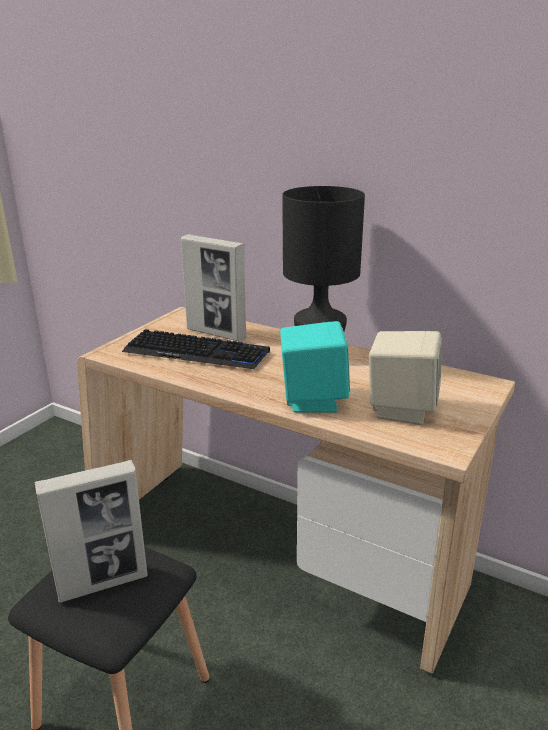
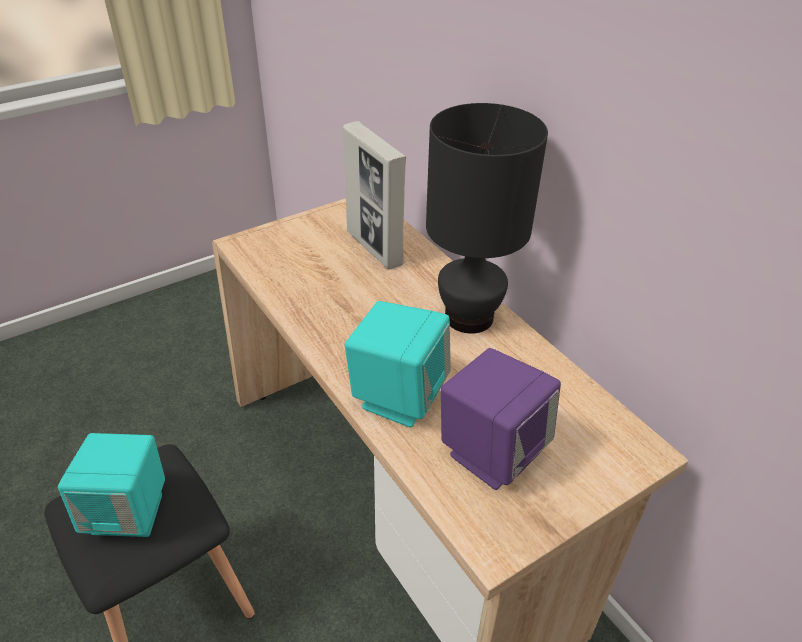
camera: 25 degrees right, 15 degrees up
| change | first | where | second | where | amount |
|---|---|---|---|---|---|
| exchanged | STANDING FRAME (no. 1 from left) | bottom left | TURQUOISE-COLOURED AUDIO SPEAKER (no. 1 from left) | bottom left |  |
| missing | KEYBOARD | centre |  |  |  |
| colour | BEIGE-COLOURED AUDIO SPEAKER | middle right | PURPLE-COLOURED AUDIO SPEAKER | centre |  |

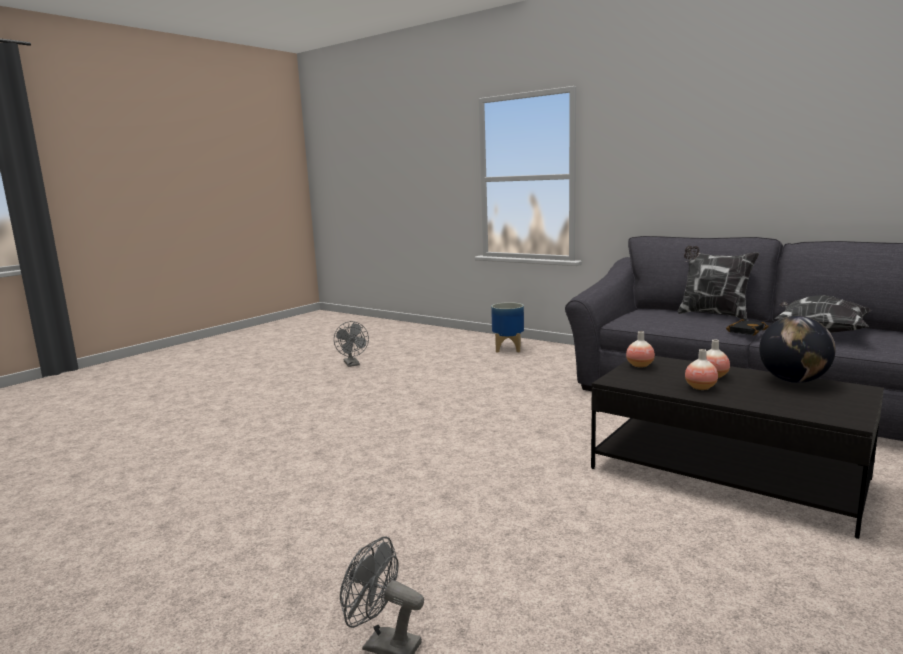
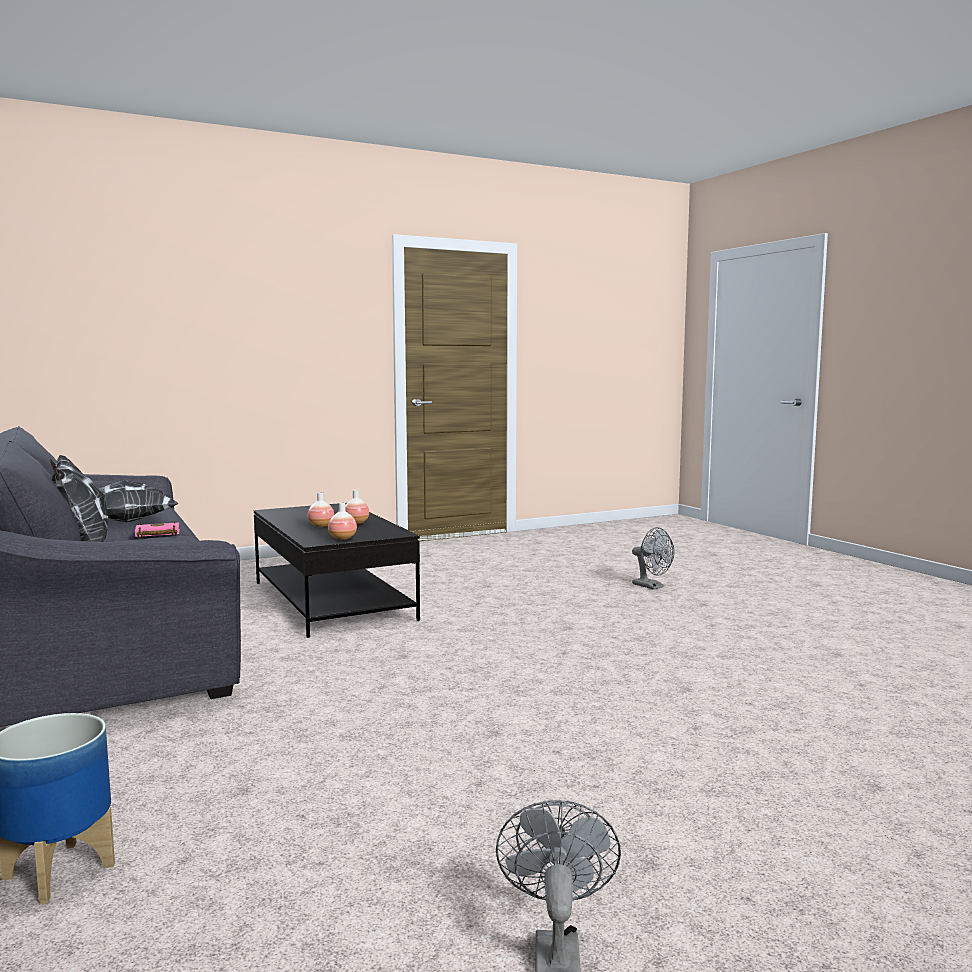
camera: 155 degrees left, 5 degrees down
| change | first | where | second | where | amount |
|---|---|---|---|---|---|
| colour | BLACK-COLOURED BOUND BOOK | middle right | PINK BOUND BOOK | middle left |  |
| missing | WORLD GLOBE | middle right |  |  |  |

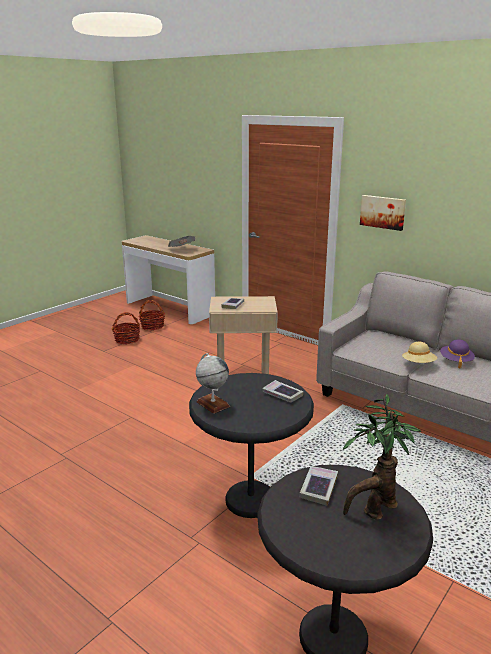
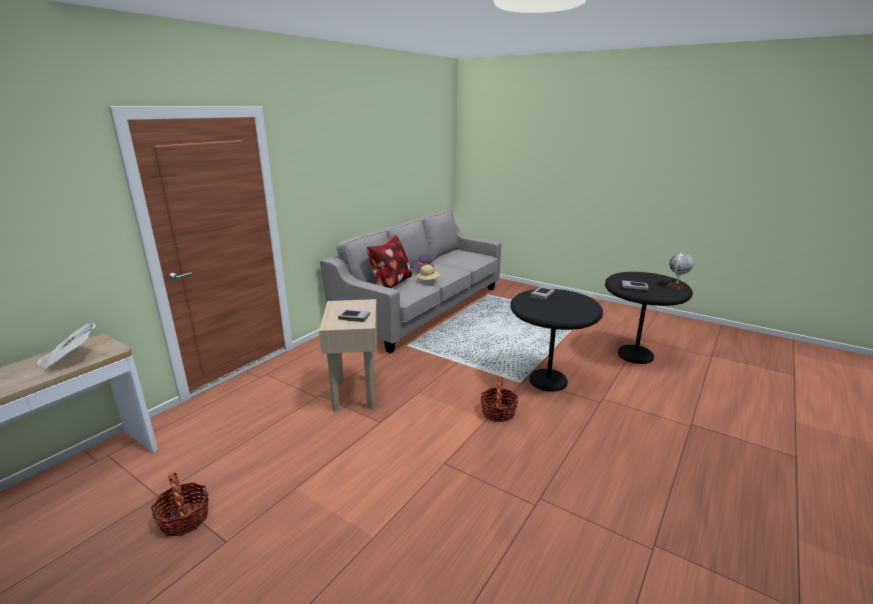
camera: 95 degrees left, 0 degrees up
| change | first | where | second | where | amount |
|---|---|---|---|---|---|
| relocated | STORAGE BASKET (no. 2 from left) | middle left |  | centre |  |
| relocated | WORLD GLOBE | centre |  | middle right |  |
| missing | HOUSEPLANT | bottom right |  |  |  |
| missing | WALL PICTURE | top right |  |  |  |
| appeared |  |  | PILLOW | centre |  |

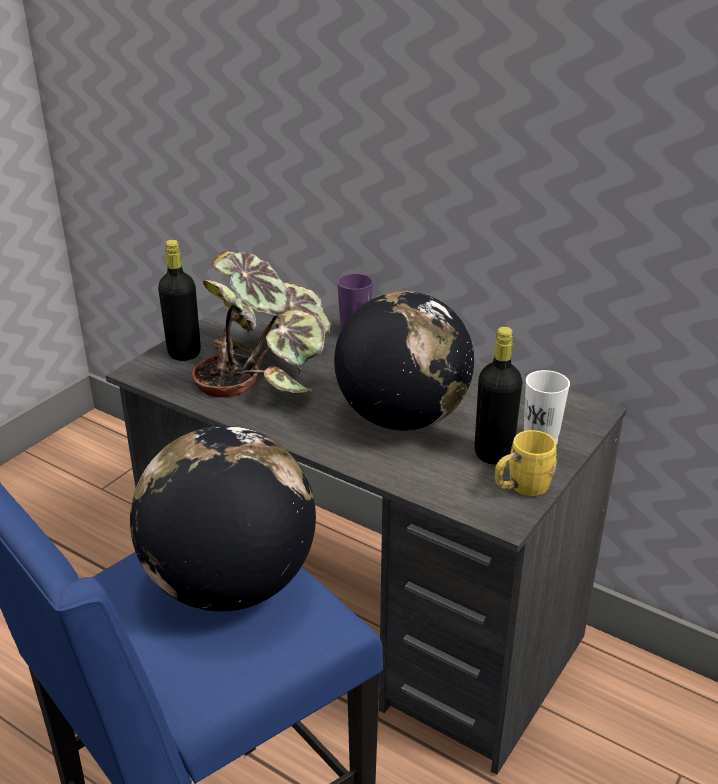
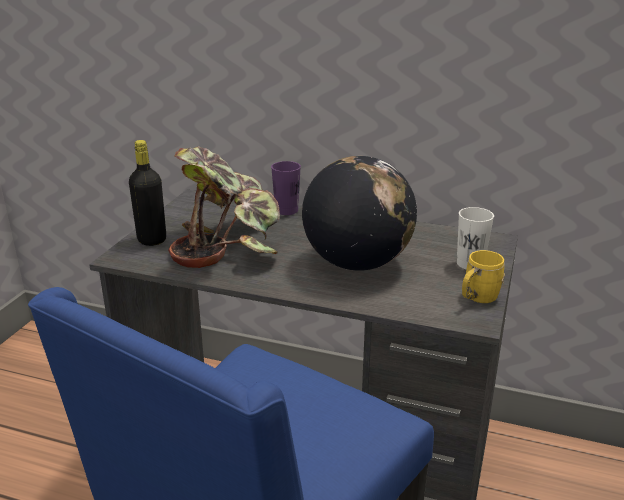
camera: 15 degrees left, 5 degrees down
| change | first | where | second | where | amount |
|---|---|---|---|---|---|
| missing | WORLD GLOBE (no. 1 from left) | middle left |  |  |  |
| missing | BLACK-COLOURED DRINK BOTTLE (no. 2 from left) | middle right |  |  |  |

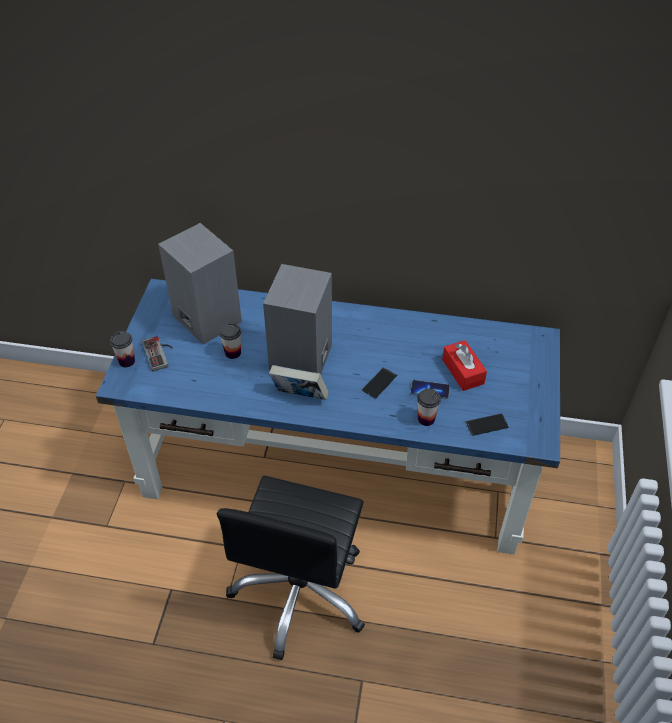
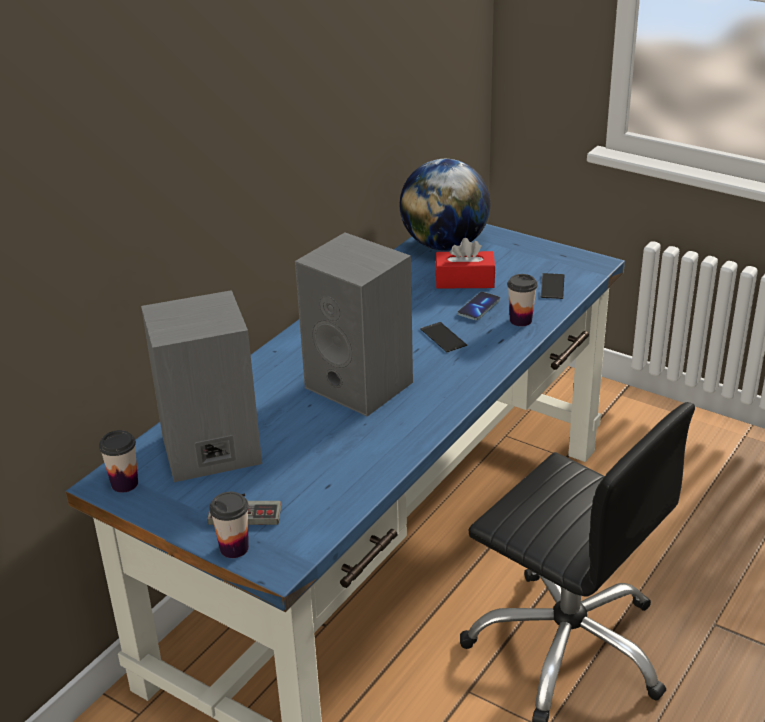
camera: 65 degrees left, 15 degrees down
| change | first | where | second | where | amount |
|---|---|---|---|---|---|
| relocated | DRINKING CUP (no. 2 from left in the first image) | centre | DRINKING CUP (no. 1 from left) | middle left |  |
| missing | BOUND BOOK | centre |  |  |  |
| appeared |  |  | WORLD GLOBE | top centre |  |

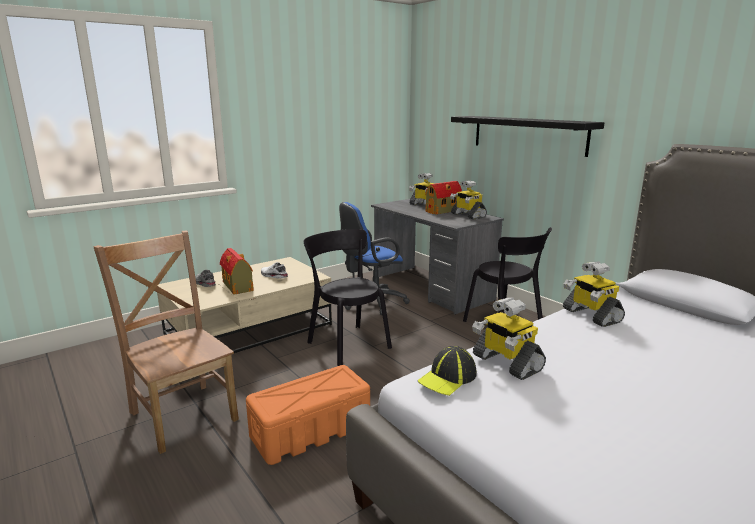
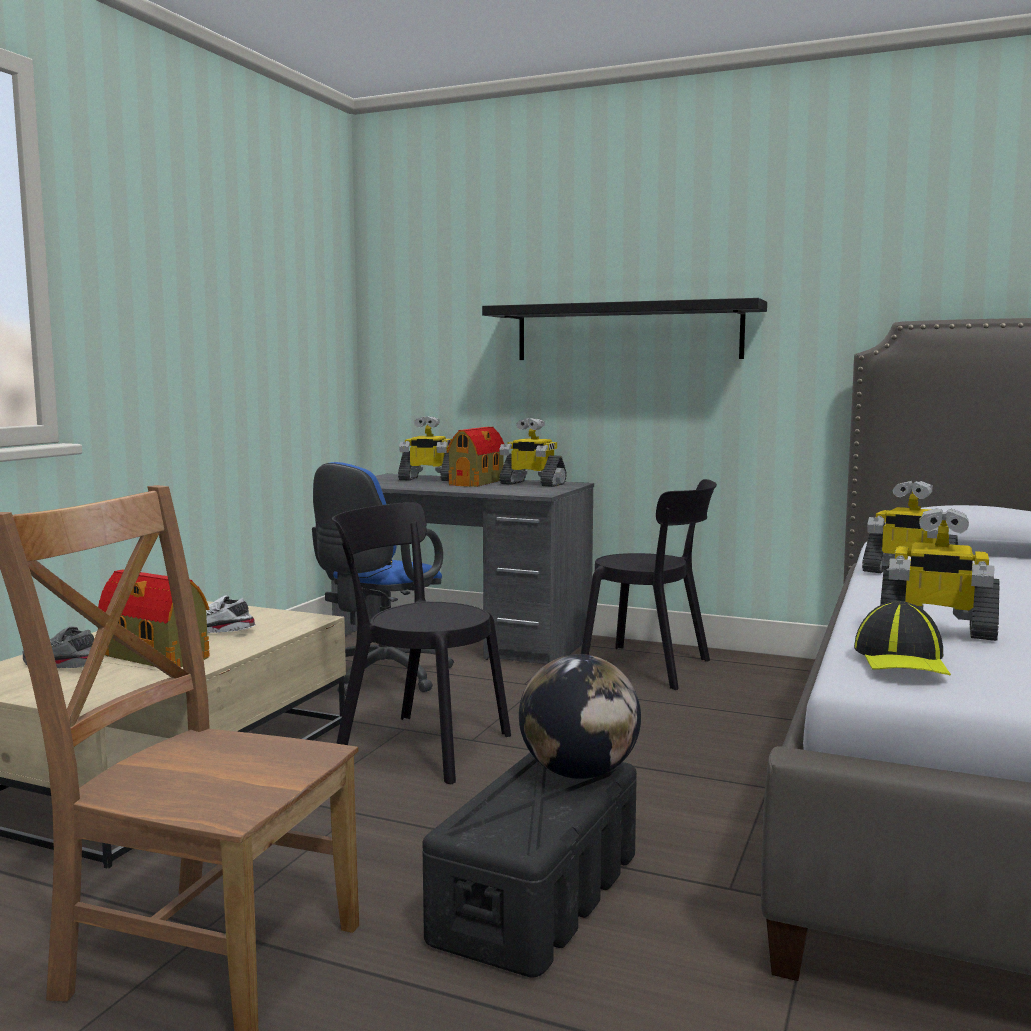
camera: 30 degrees left, 10 degrees down
| change | first | where | second | where | amount |
|---|---|---|---|---|---|
| colour | ORANGE-COLOURED STORAGE CONTAINER | bottom centre | BLACK-COLOURED STORAGE CONTAINER | bottom centre |  |
| appeared |  |  | WORLD GLOBE | bottom centre |  |

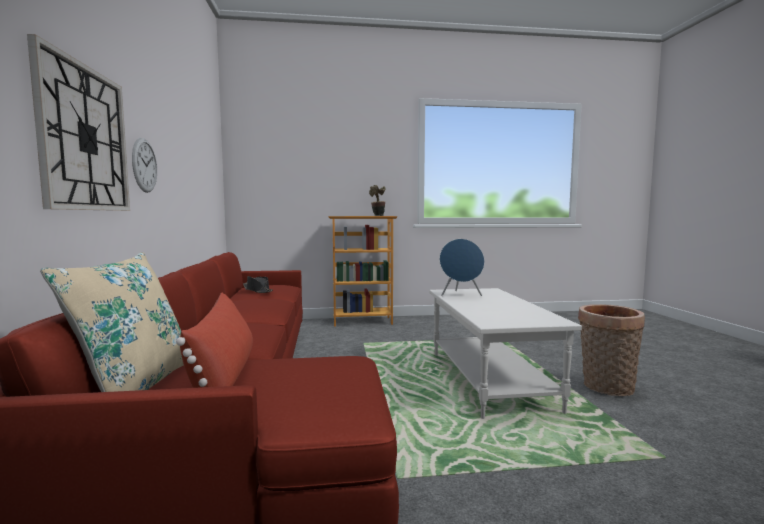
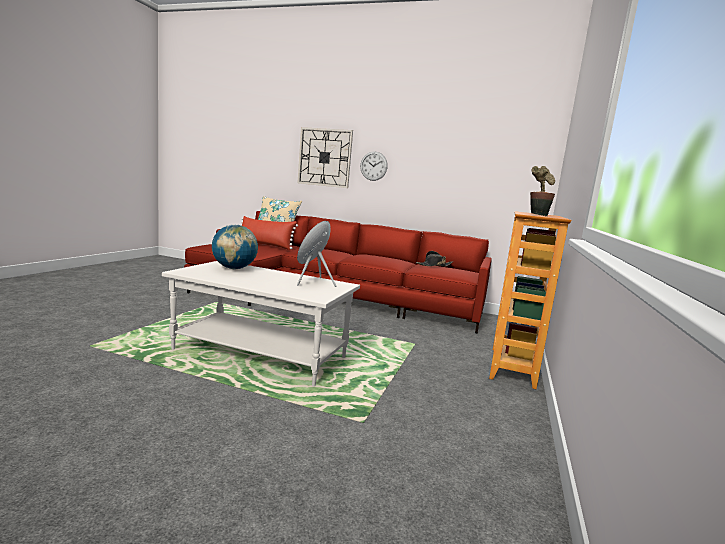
camera: 115 degrees right, 5 degrees up
| change | first | where | second | where | amount |
|---|---|---|---|---|---|
| missing | STORAGE BASKET | bottom right |  |  |  |
| appeared |  |  | WORLD GLOBE | middle left |  |

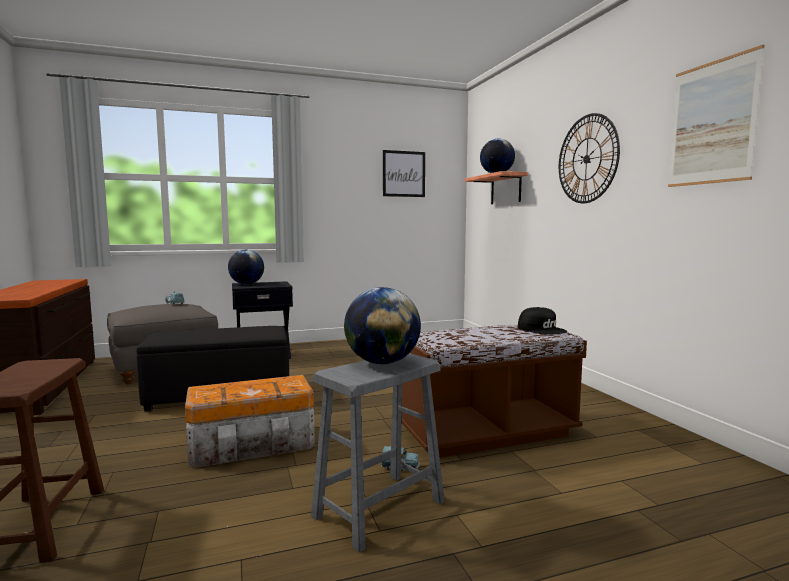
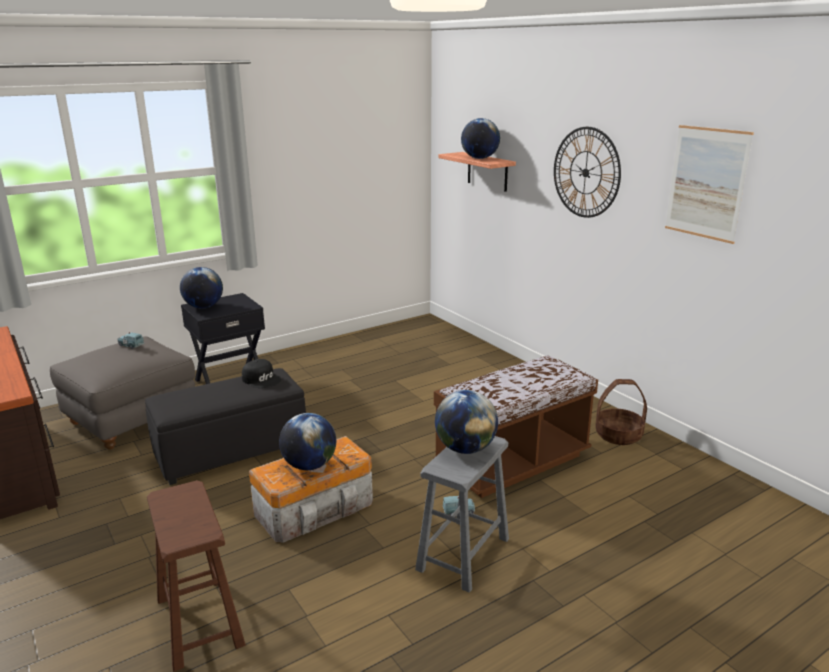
camera: 15 degrees left, 15 degrees up
| change | first | where | second | where | amount |
|---|---|---|---|---|---|
| missing | WALL PICTURE (no. 1 from left) | top centre |  |  |  |
| relocated | BLACK-COLOURED CAP | middle right |  | middle left |  |
| appeared |  |  | WORLD GLOBE (no. 2 from left) | centre |  |
| appeared |  |  | STORAGE BASKET | middle right |  |

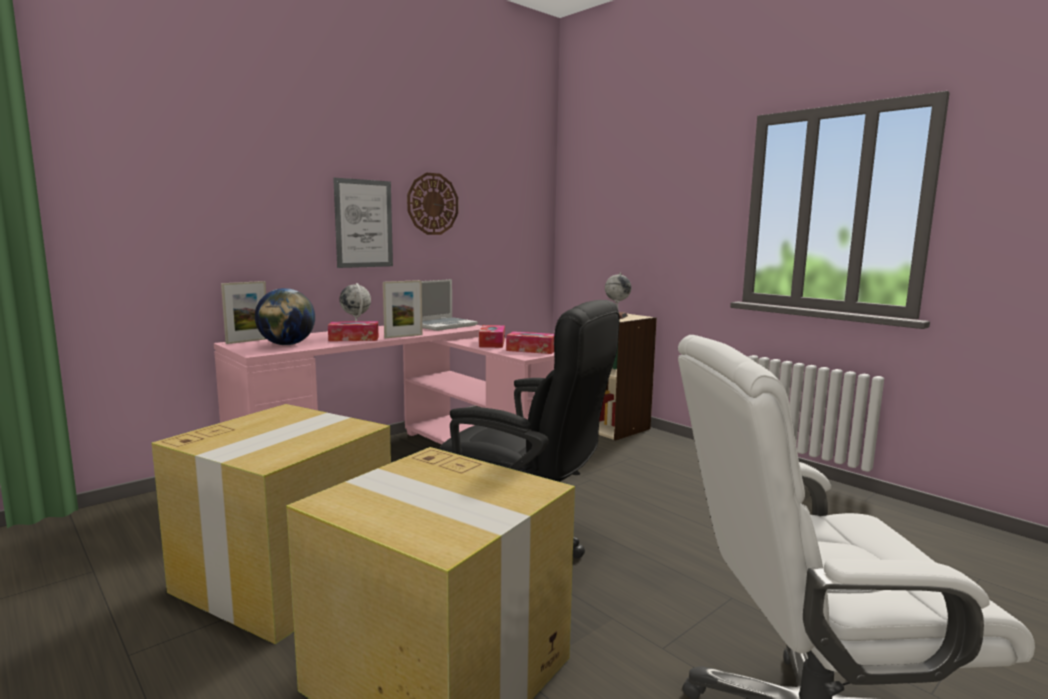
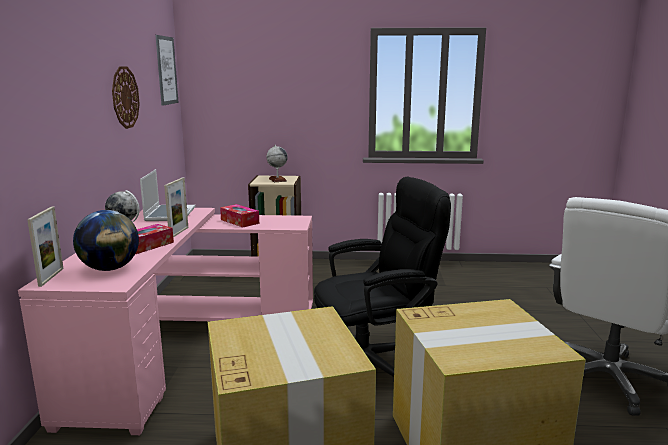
camera: 45 degrees left, 5 degrees up
| change | first | where | second | where | amount |
|---|---|---|---|---|---|
| relocated | WALL PICTURE | top centre |  | top left |  |
| missing | TISSUE HOLDER (no. 3 from left) | centre |  |  |  |

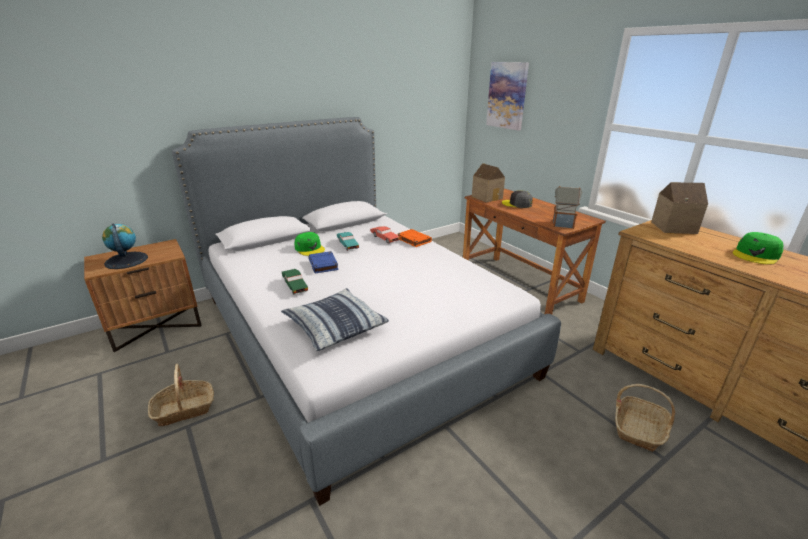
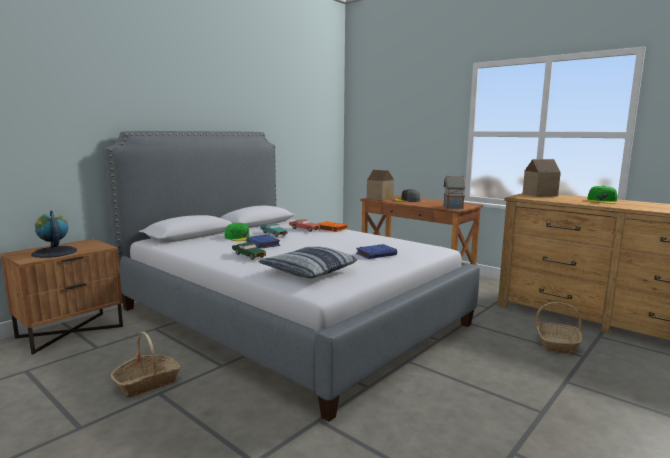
camera: 15 degrees left, 15 degrees down
| change | first | where | second | where | amount |
|---|---|---|---|---|---|
| missing | WALL PICTURE | top centre |  |  |  |
| appeared |  |  | BLUISH BOUND BOOK (no. 2 from left) | centre |  |

